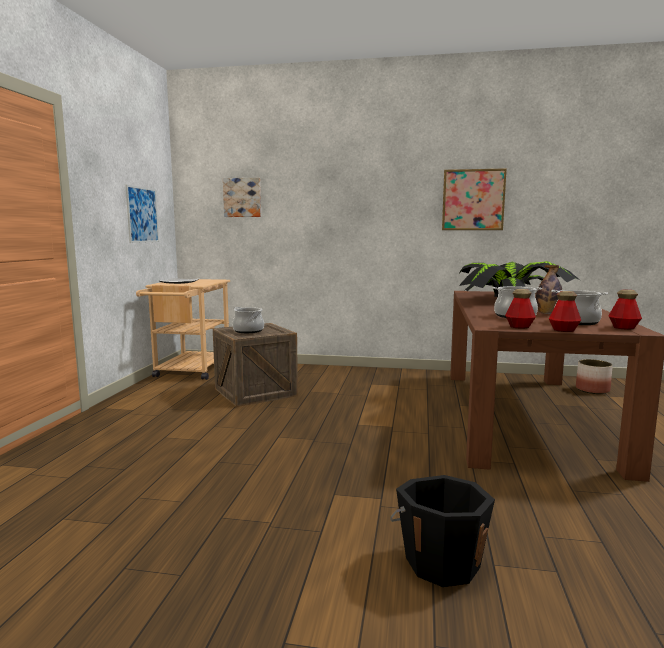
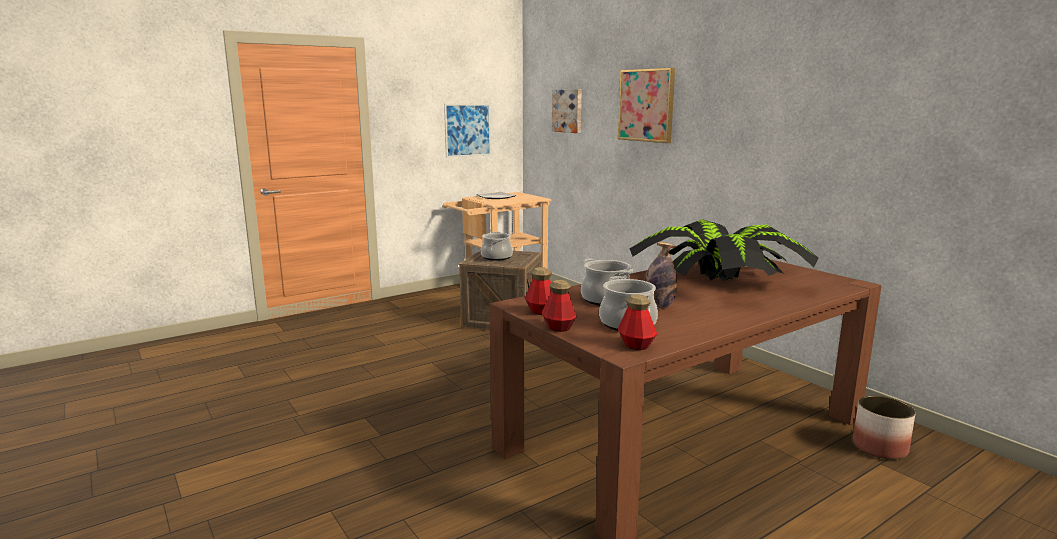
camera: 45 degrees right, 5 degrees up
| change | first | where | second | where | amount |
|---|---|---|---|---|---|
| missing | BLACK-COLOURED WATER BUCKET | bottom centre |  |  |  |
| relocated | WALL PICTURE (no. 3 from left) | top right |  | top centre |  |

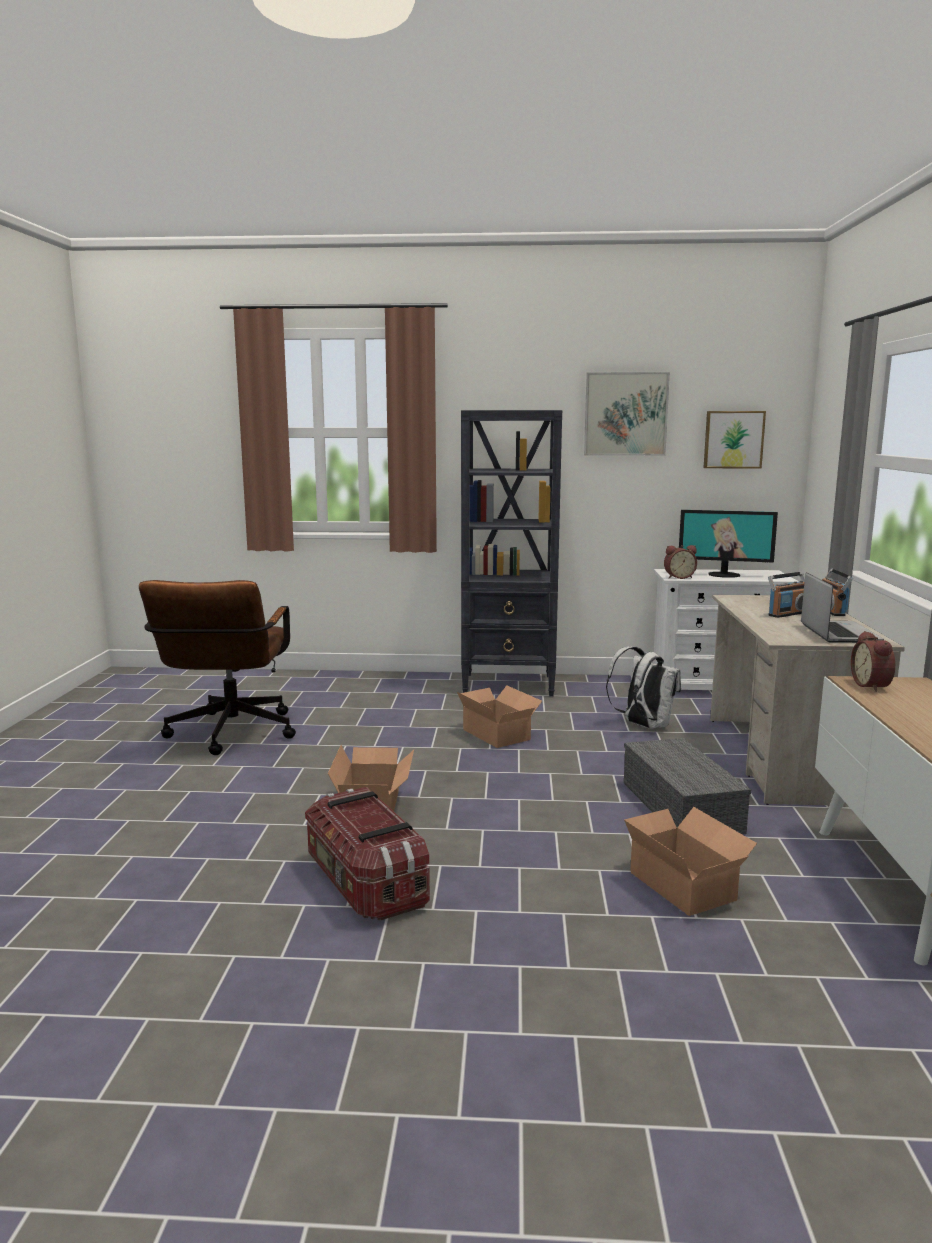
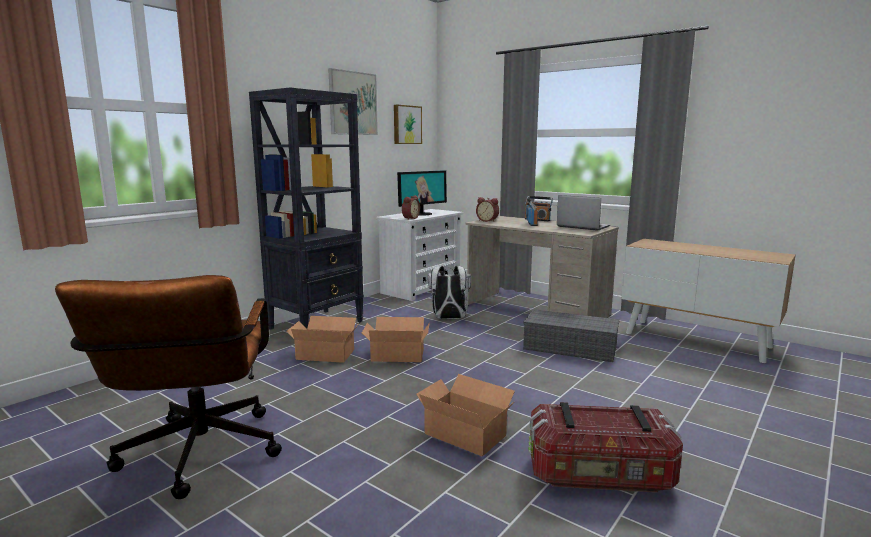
camera: 55 degrees left, 0 degrees up
| change | first | where | second | where | amount |
|---|---|---|---|---|---|
| spun | BROWN OFFICE CHAIR | middle left |  | bottom left | 45 degrees clockwise |
| relocated | CARDBOARD BOX (no. 3 from left in the first image) | bottom right | CARDBOARD BOX (no. 1 from left) | centre |  |
| relocated | TABLE CLOCK (no. 2 from left) | middle right |  | centre |  |

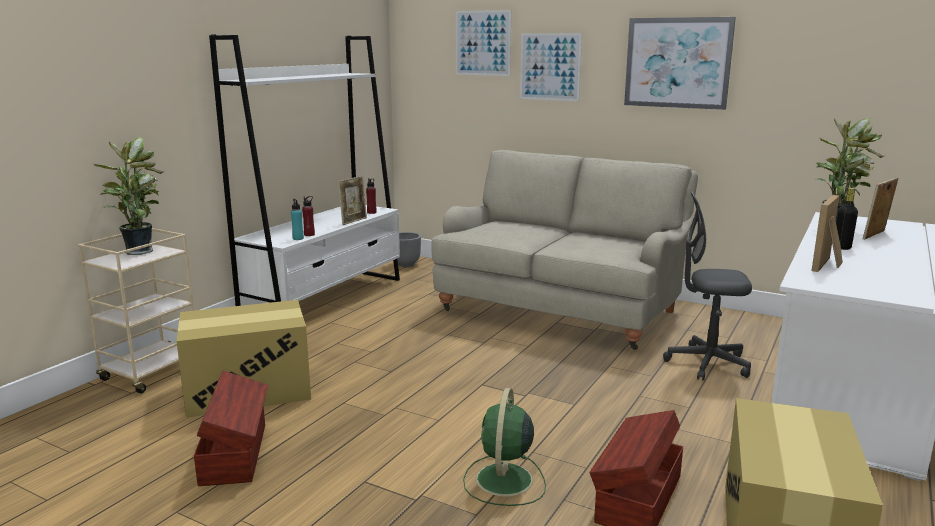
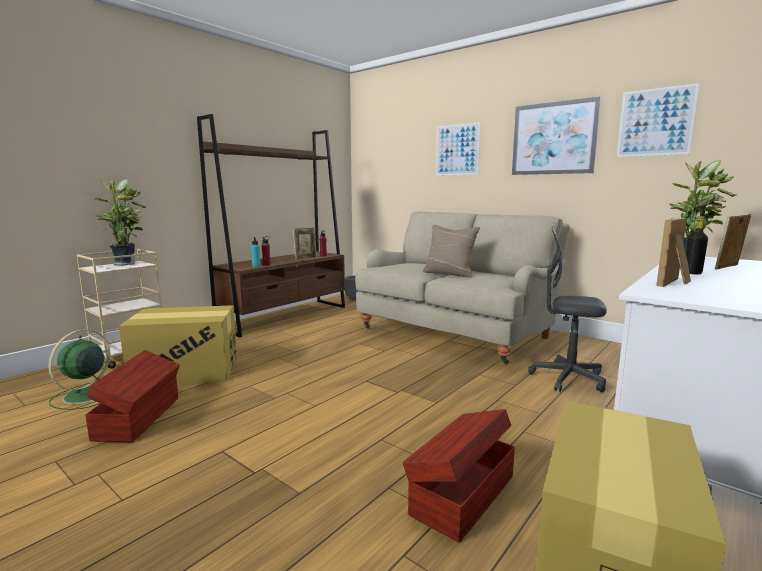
camera: 10 degrees right, 5 degrees down
| change | first | where | second | where | amount |
|---|---|---|---|---|---|
| colour | WHITISH SHELVING UNIT | top left | BROWN SHELVING UNIT | centre |  |
| relocated | WALL PICTURE (no. 1 from left in the first image) | top centre | WALL PICTURE (no. 3 from left) | top right |  |
| relocated | GREEN ELECTRIC FAN | bottom centre |  | middle left |  |
| appeared |  |  | BEIGE-COLOURED PILLOW | centre |  |

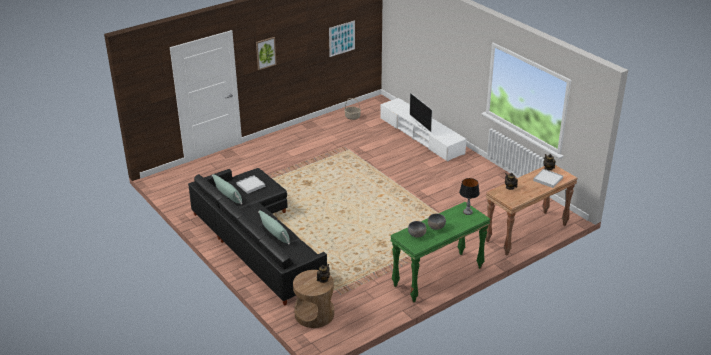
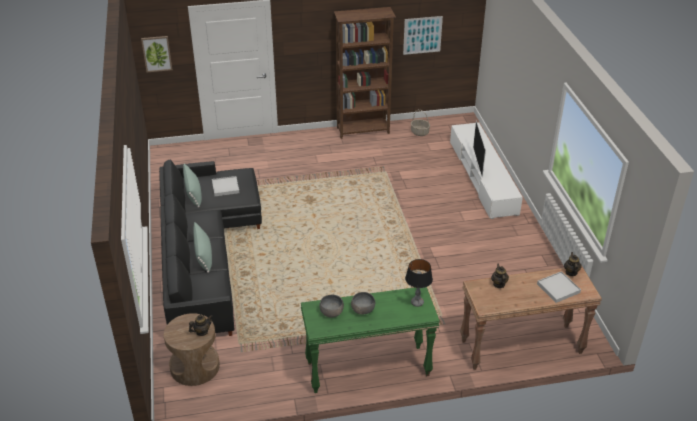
camera: 25 degrees right, 5 degrees up
| change | first | where | second | where | amount |
|---|---|---|---|---|---|
| relocated | WALL PICTURE (no. 1 from left) | top centre |  | top left |  |
| appeared |  |  | BROWN SHELVING UNIT | top centre |  |

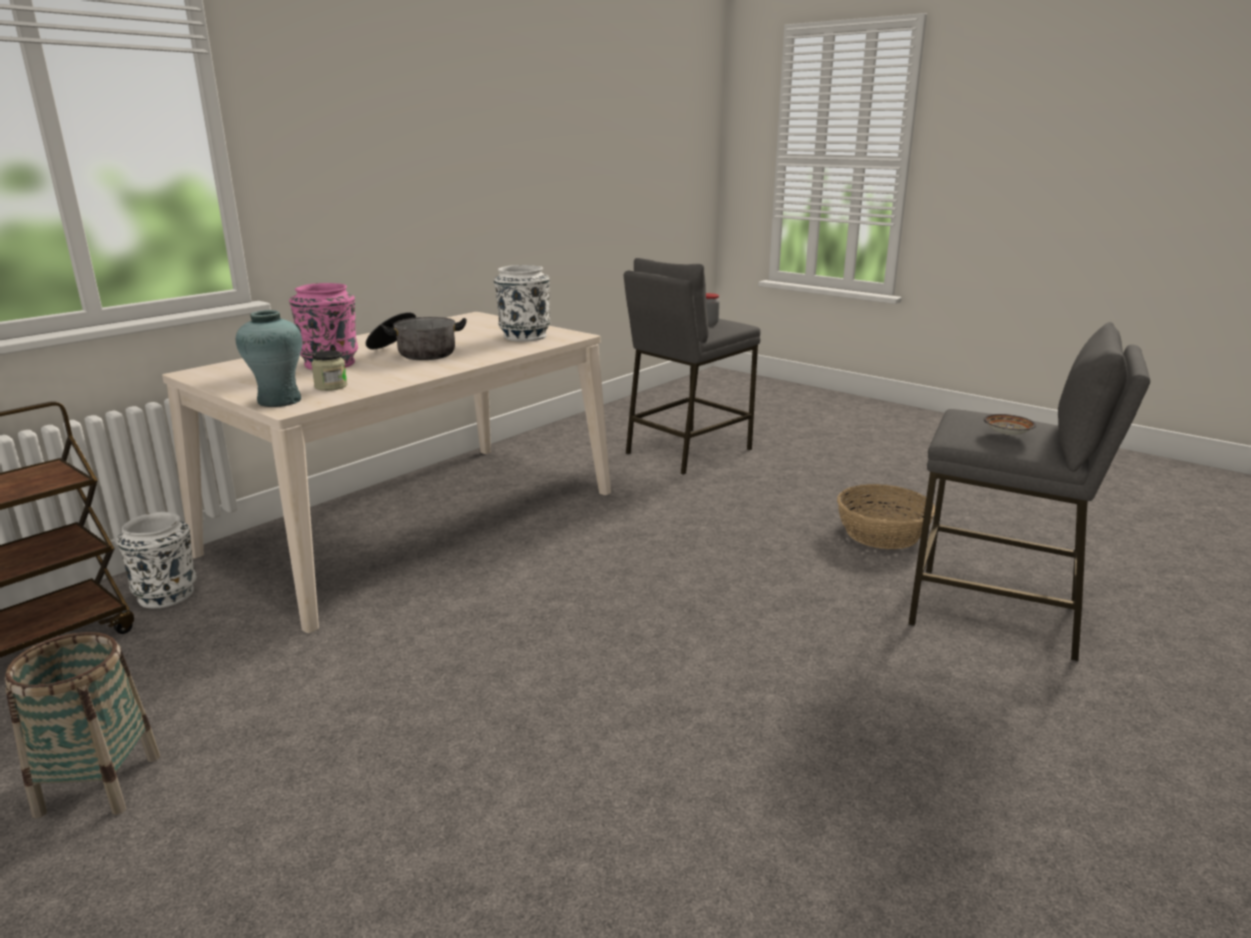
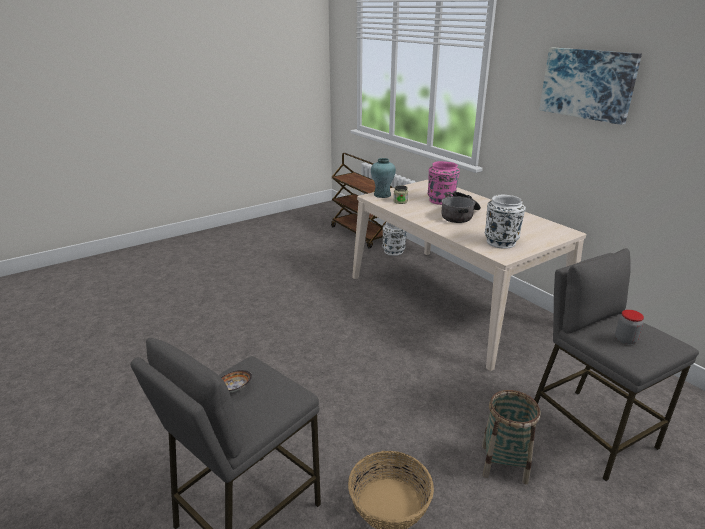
camera: 105 degrees right, 5 degrees up
| change | first | where | second | where | amount |
|---|---|---|---|---|---|
| relocated | STORAGE BASKET (no. 1 from left in the first image) | bottom left | STORAGE BASKET (no. 2 from left) | bottom right |  |
| appeared |  |  | WALL PICTURE | top right |  |

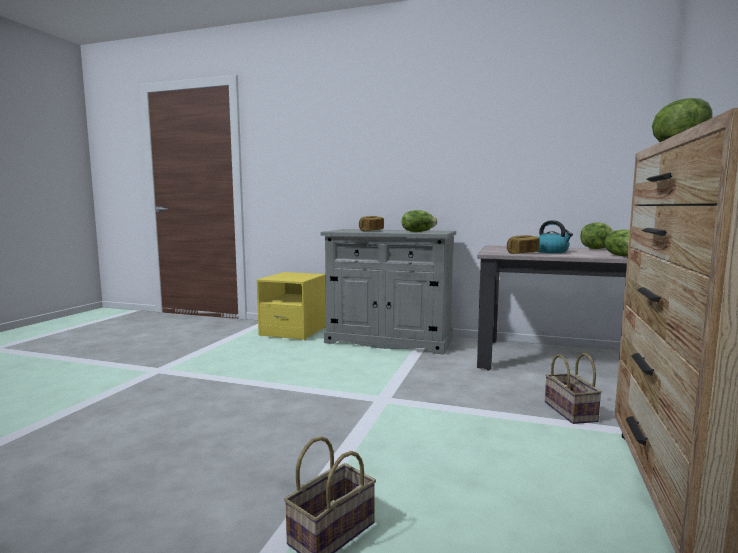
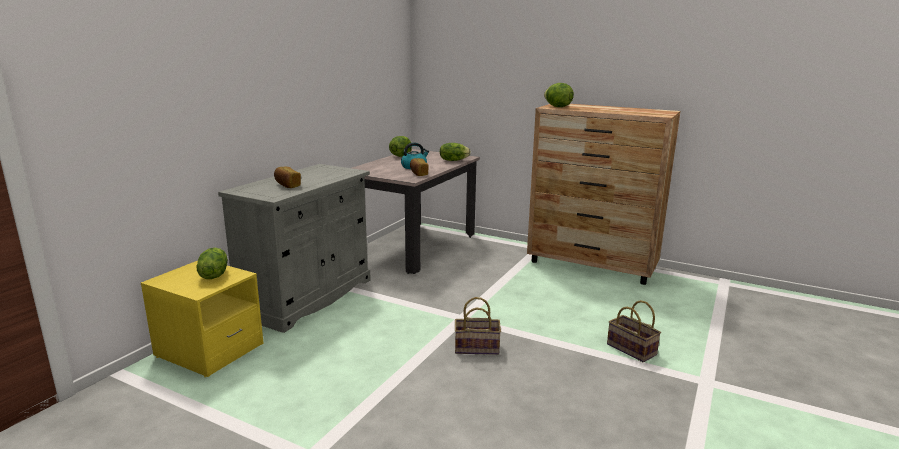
camera: 80 degrees left, 10 degrees up
| change | first | where | second | where | amount |
|---|---|---|---|---|---|
| relocated | LETTUCE HEAD (no. 1 from left) | centre |  | middle left |  |
| relocated | STORAGE BASKET (no. 2 from left in the first image) | bottom right | STORAGE BASKET (no. 1 from left) | bottom centre |  |

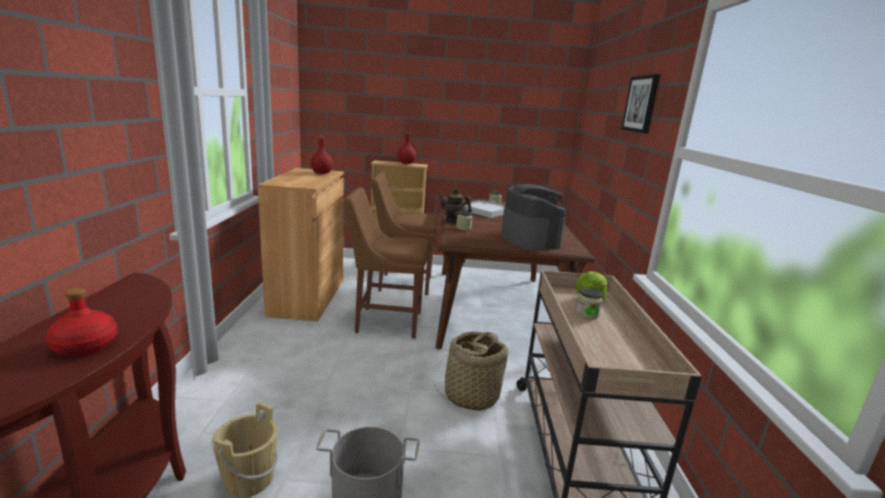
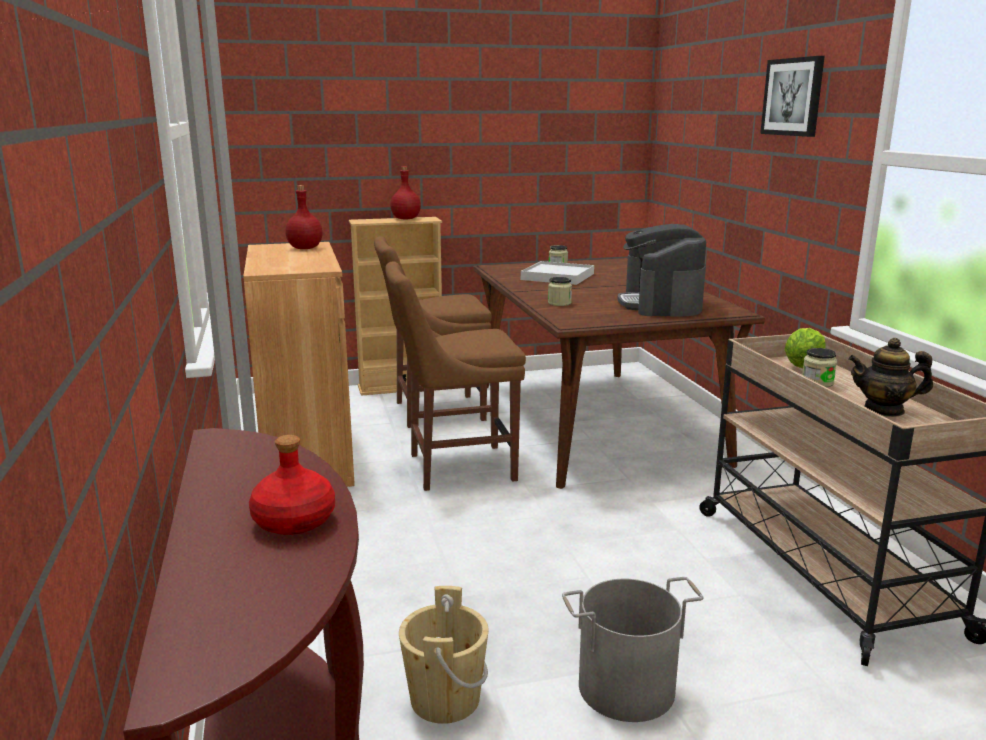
camera: 15 degrees left, 0 degrees up
| change | first | where | second | where | amount |
|---|---|---|---|---|---|
| missing | STORAGE BASKET | bottom centre |  |  |  |
| relocated | TEAPOT | centre |  | middle right |  |
| spun | COFFEE MACHINE | centre |  | middle right | 150 degrees counterclockwise |

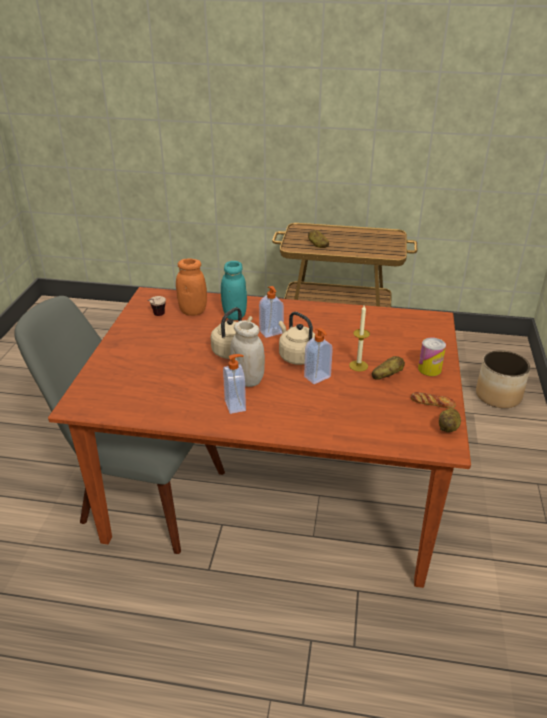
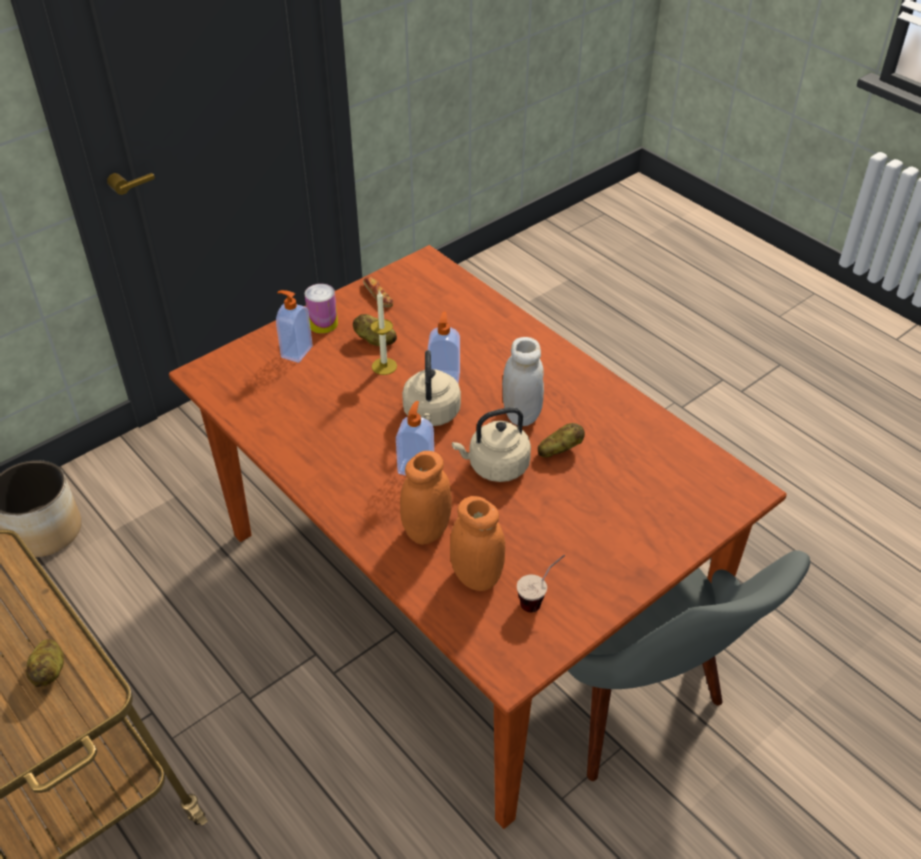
camera: 140 degrees left, 10 degrees up
| change | first | where | second | where | amount |
|---|---|---|---|---|---|
| colour | TURQUOISE-COLOURED STORAGE JAR | centre | ORANGE-COLOURED STORAGE JAR (no. 1 from left) | centre |  |
| relocated | SOAP BOTTLE (no. 1 from left) | centre |  | middle left |  |
| relocated | SPUD (no. 3 from left) | middle right |  | centre |  |

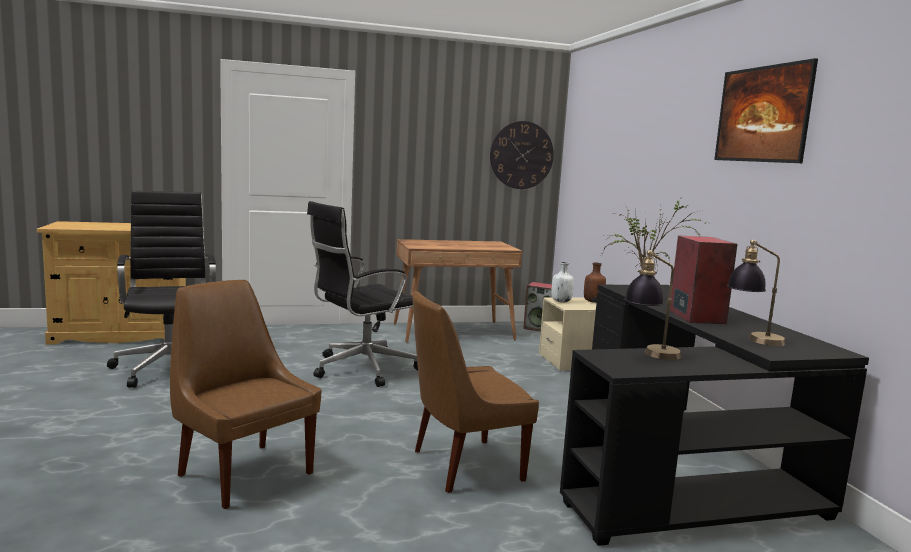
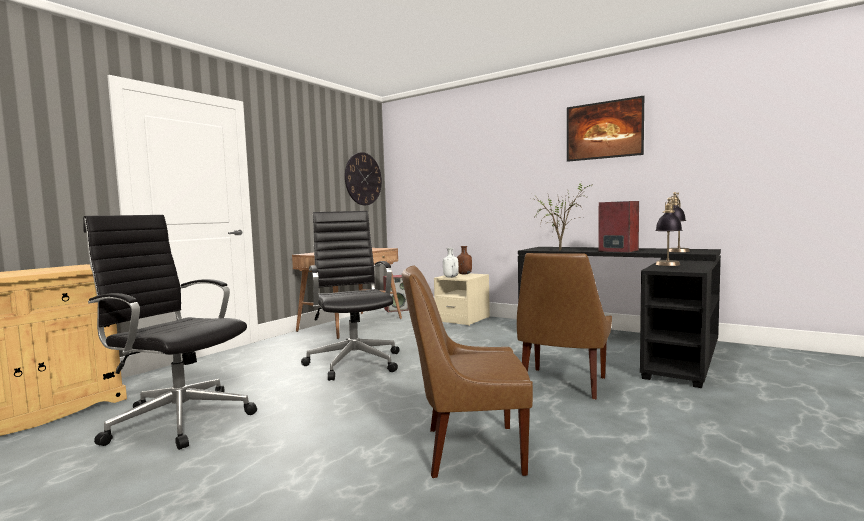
camera: 40 degrees left, 5 degrees down
| change | first | where | second | where | amount |
|---|---|---|---|---|---|
| spun | BLACK-COLOURED OFFICE CHAIR (no. 2 from left) | centre |  | centre | 150 degrees clockwise |

